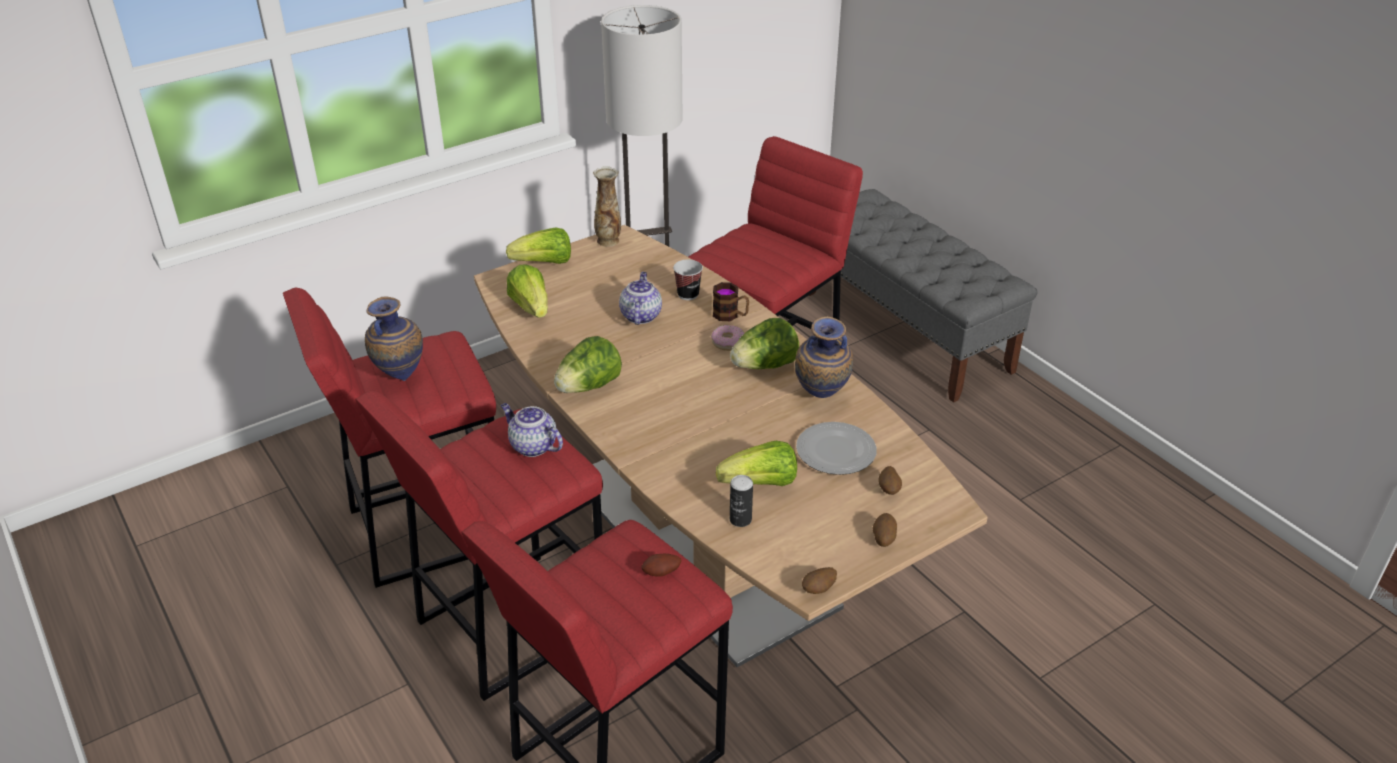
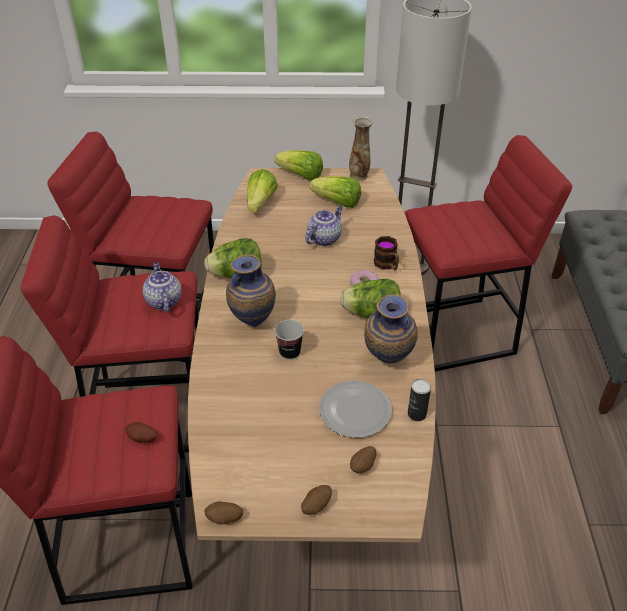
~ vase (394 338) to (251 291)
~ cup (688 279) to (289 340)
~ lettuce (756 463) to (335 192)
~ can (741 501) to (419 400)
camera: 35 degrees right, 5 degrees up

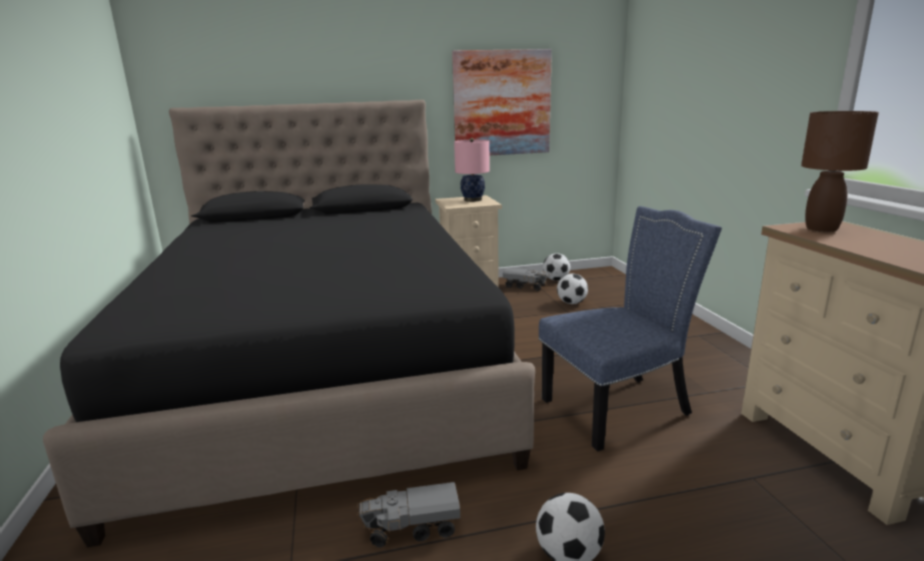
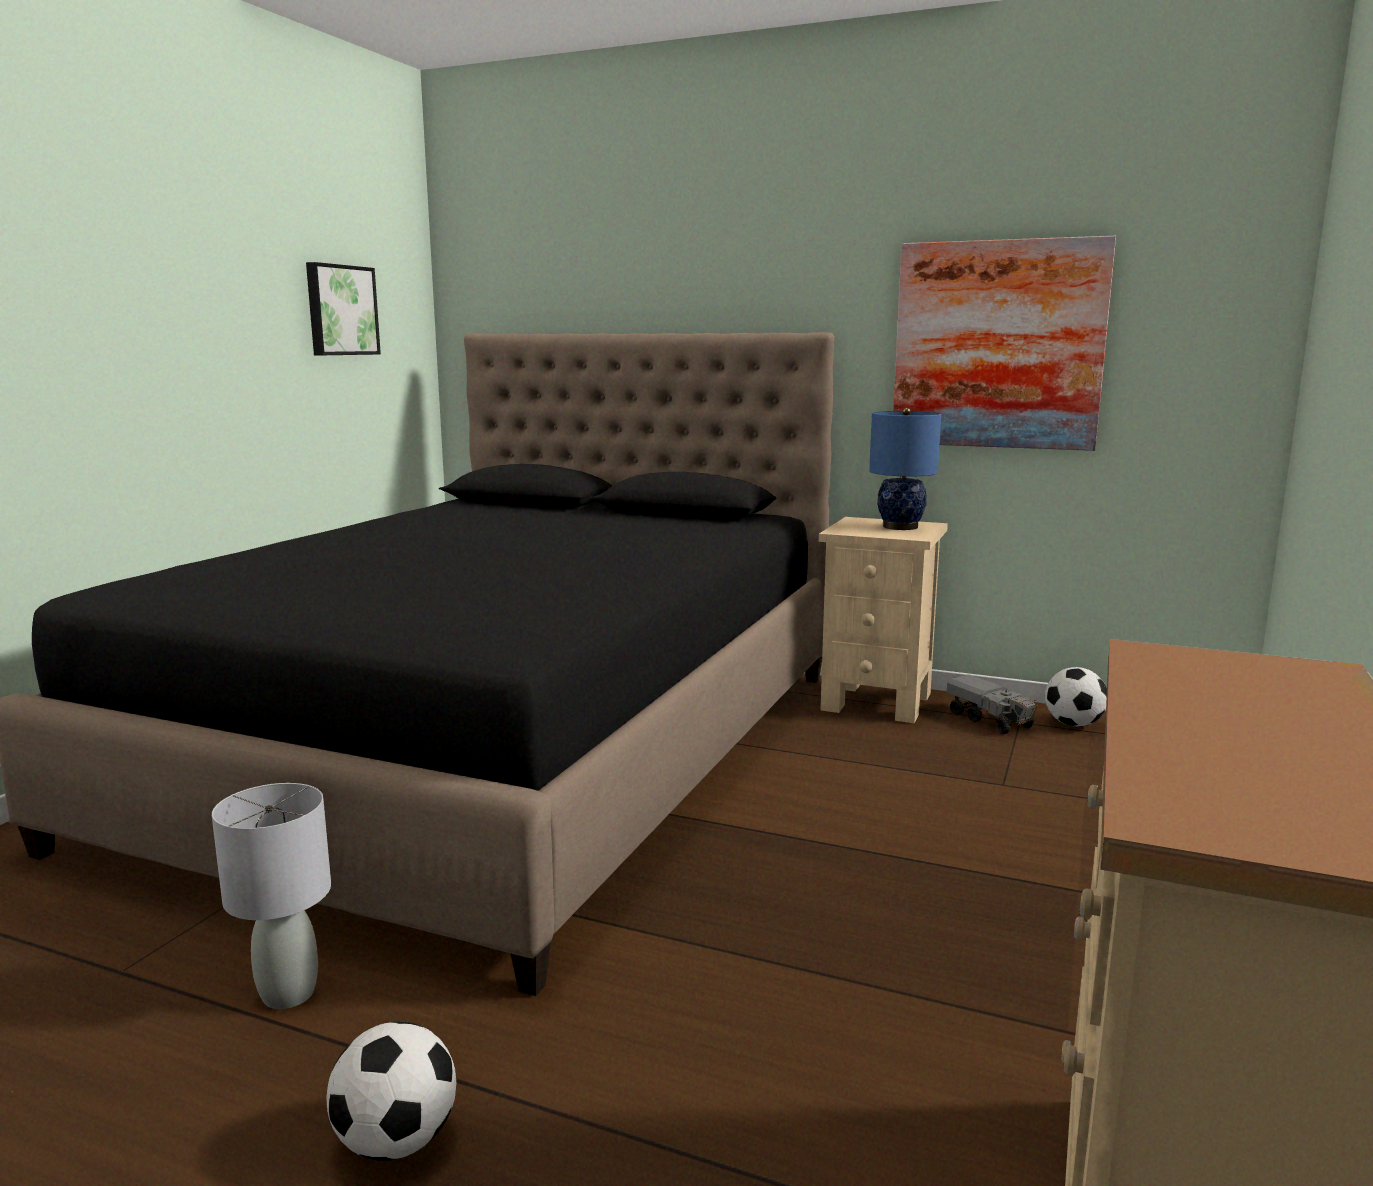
~ toy_truck (408 515) to grey_table_lamp (271 896)
+ picture (343 308)
~ pink_table_lamp (472 170) to blue_table_lamp (905 468)
- blue_chair (630 328)
- football (572 289)
- brown_table_lamp (840 171)
camera: 35 degrees right, 5 degrees down

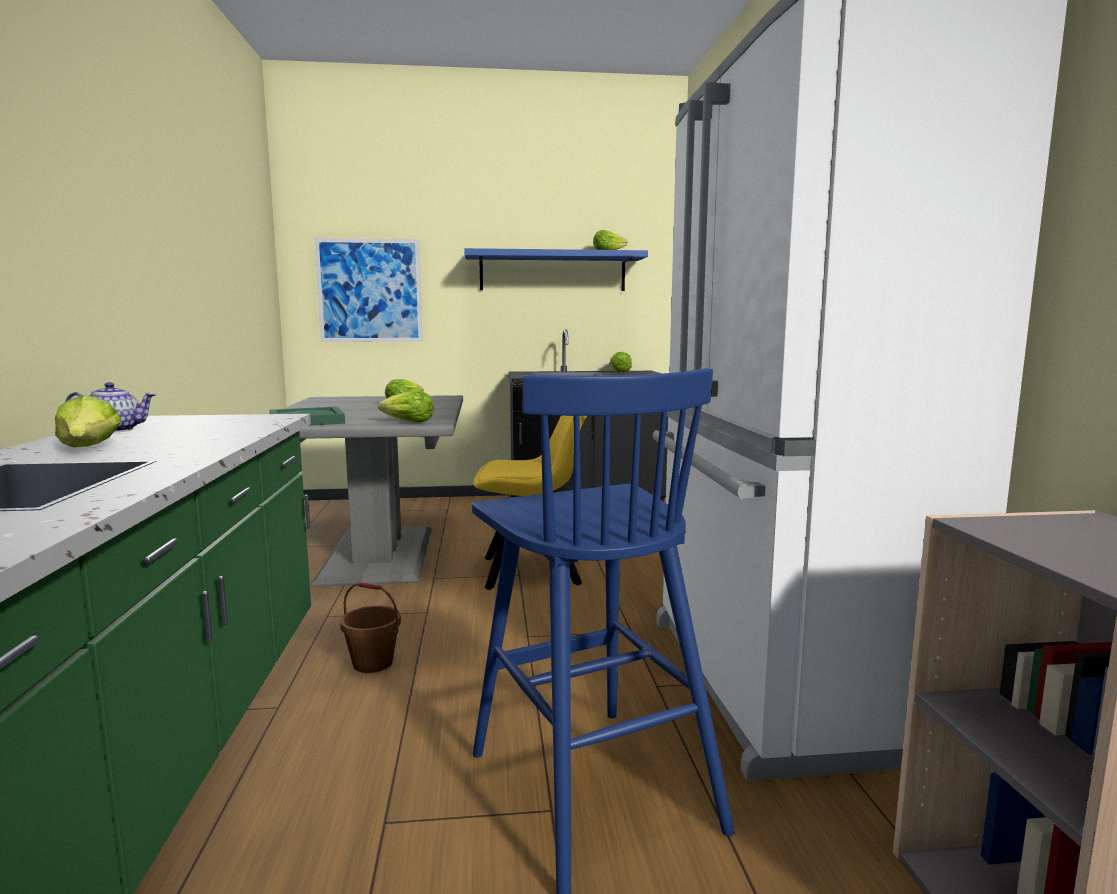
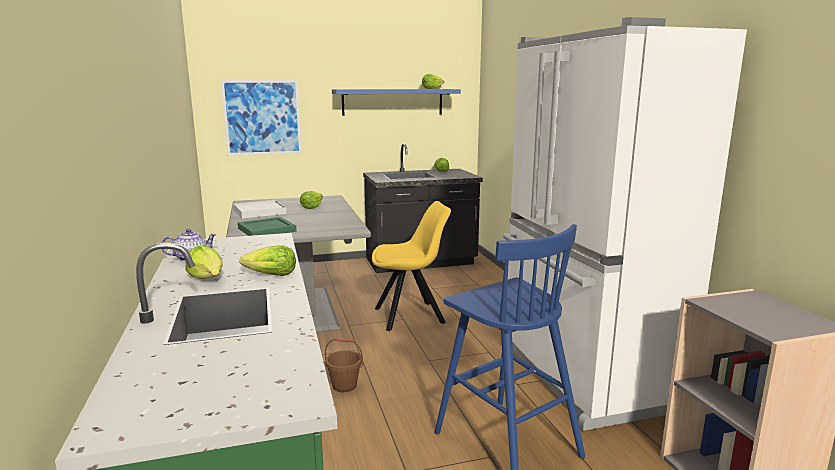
+ white_tray (259 209)
~ lettuce (406 406) to (267 260)
camera: 10 degrees left, 5 degrees up

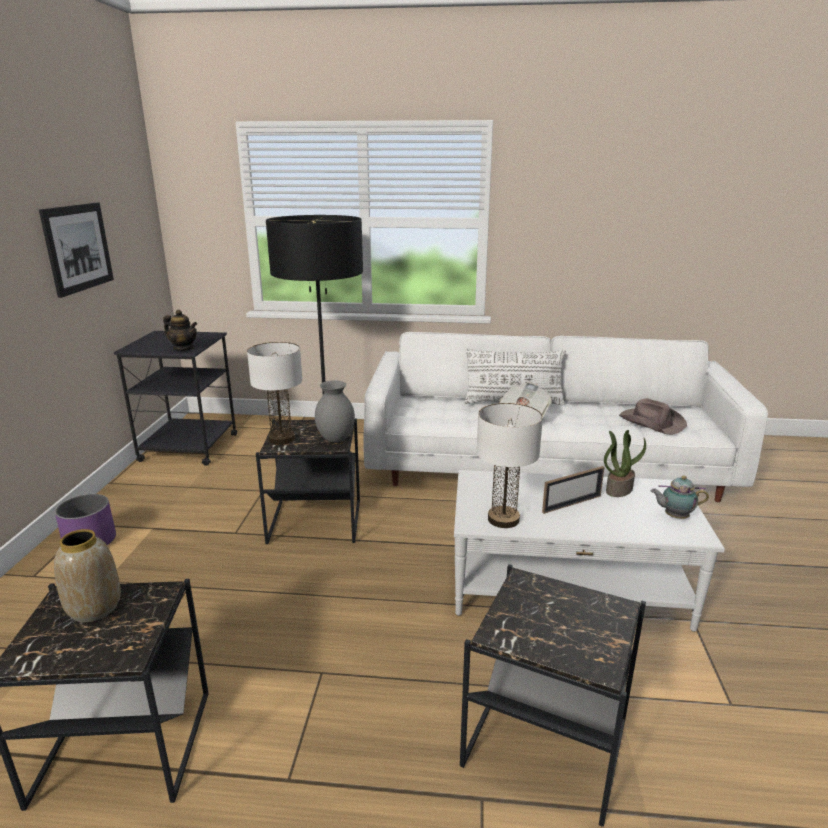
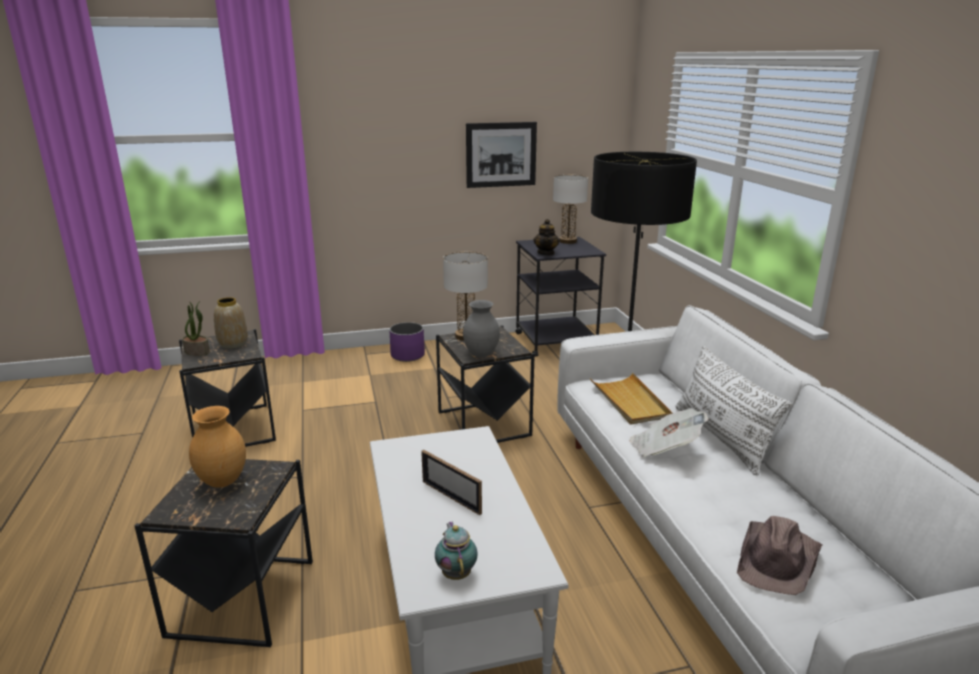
~ potted_plant (625 463) to (196 328)
+ brown_vase (217 447)
~ table_lamp (510 465) to (570 209)
+ beige_tray (631 399)
camera: 70 degrees right, 0 degrees up

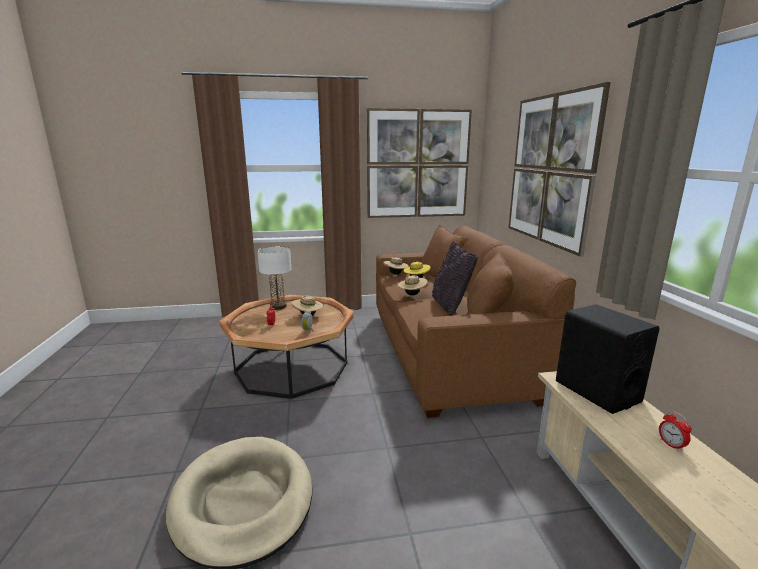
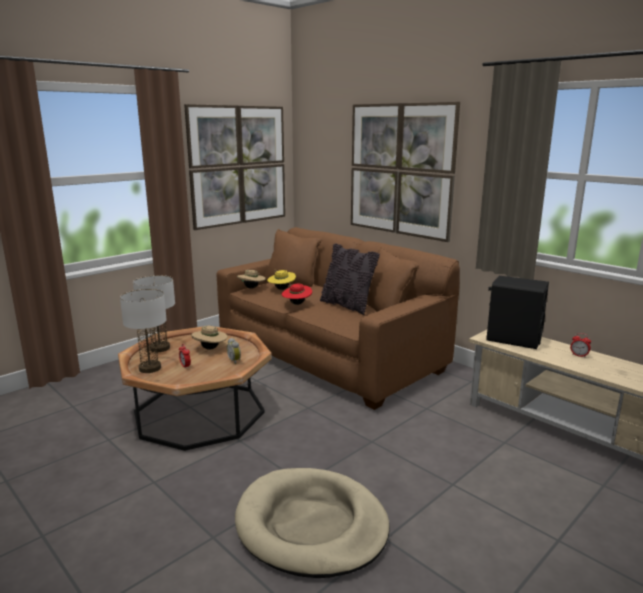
+ table_lamp (143 331)
~ beige_hat (412 285) to red_hat (297 294)
camera: 35 degrees left, 0 degrees up

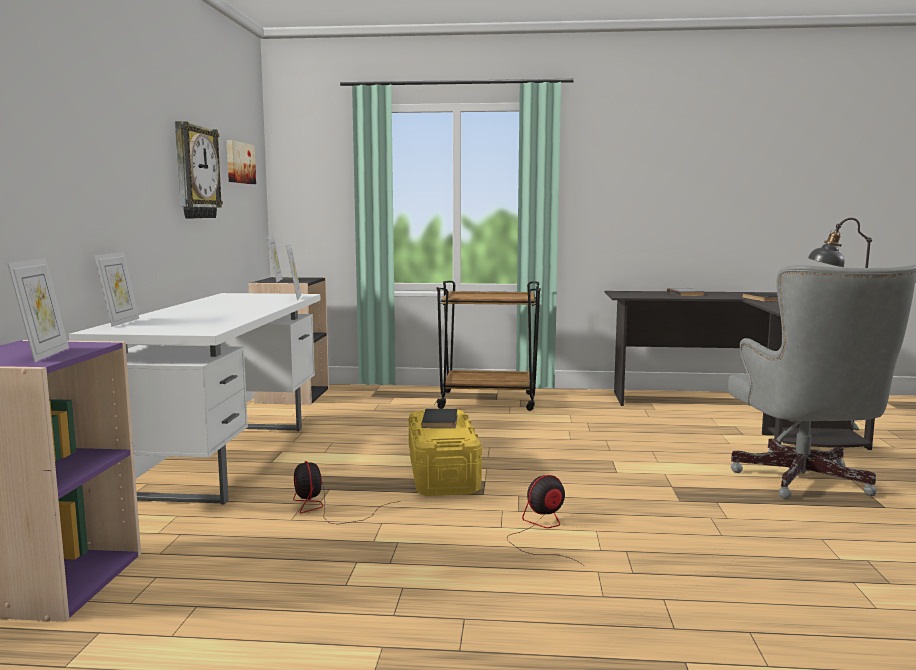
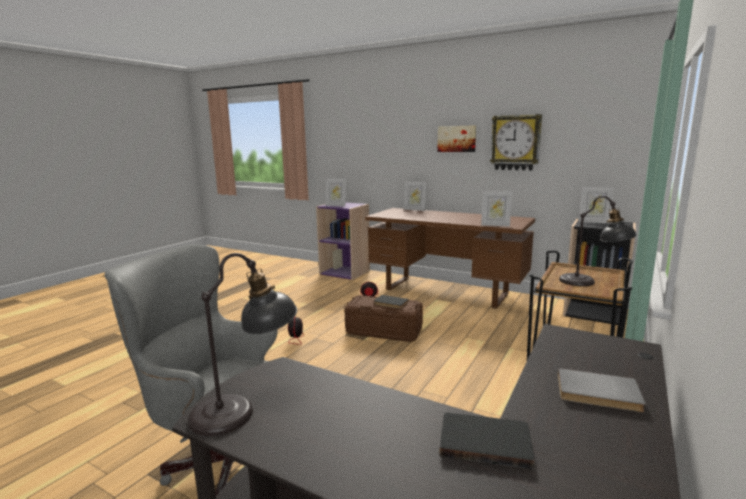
~ yellow_storage_box (445 453) to brown_storage_box (383 318)
~ white_desk (194 399) to brown_desk (450 258)
~ picture (241 162) to (457 138)
+ grey_table_lamp (598 241)
camera: 115 degrees right, 5 degrees up

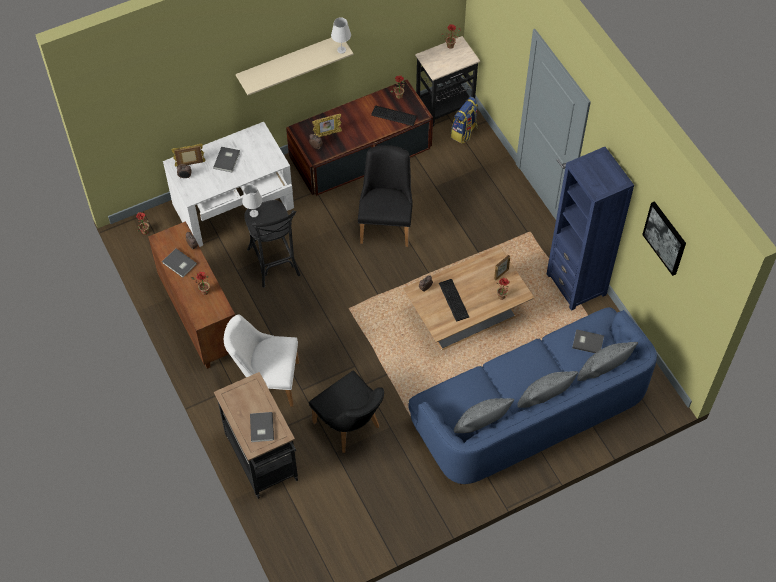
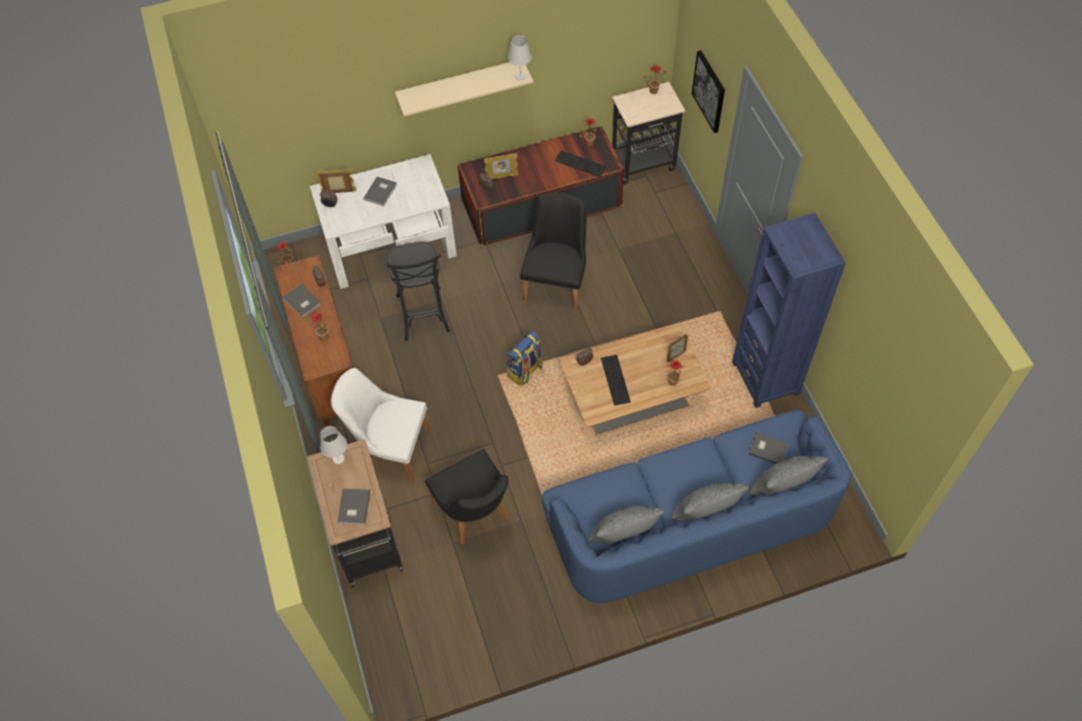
~ white_table_lamp (252 201) to (333 445)
~ backpack (464 120) to (524 358)
~ picture (664 238) to (708 91)
camera: 10 degrees right, 0 degrees up

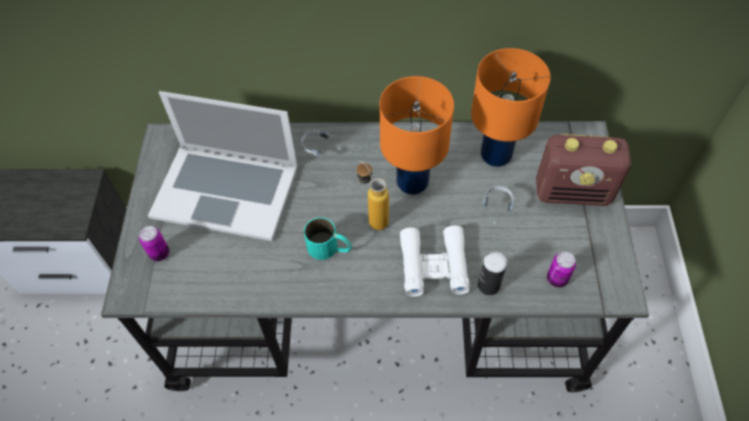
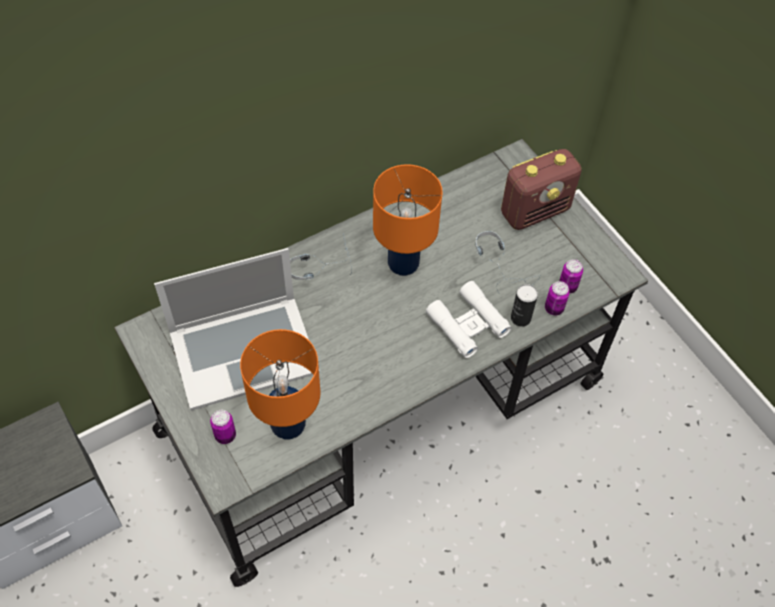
~ orange_table_lamp (510 107) to (280 384)
+ can (557 298)
- turquoise_mug (328 238)
- bottle (373 195)
camera: 35 degrees left, 0 degrees up

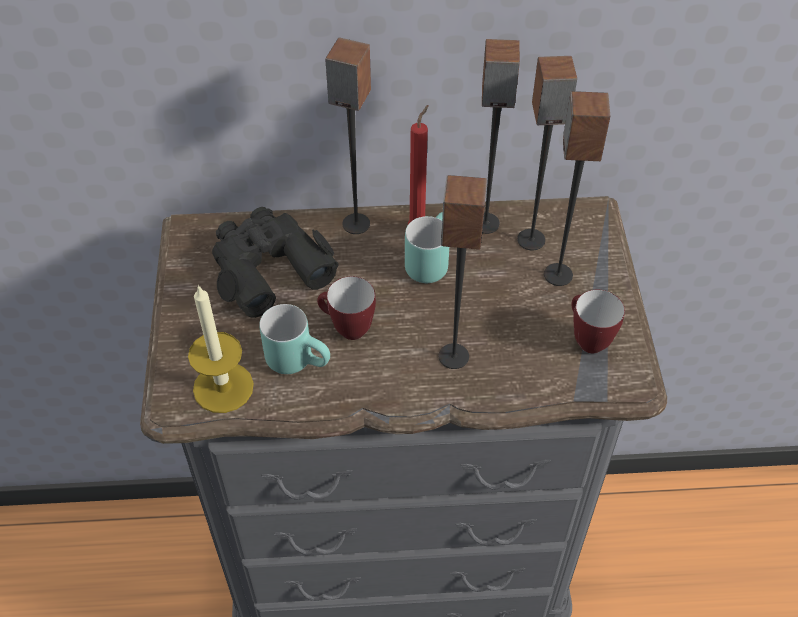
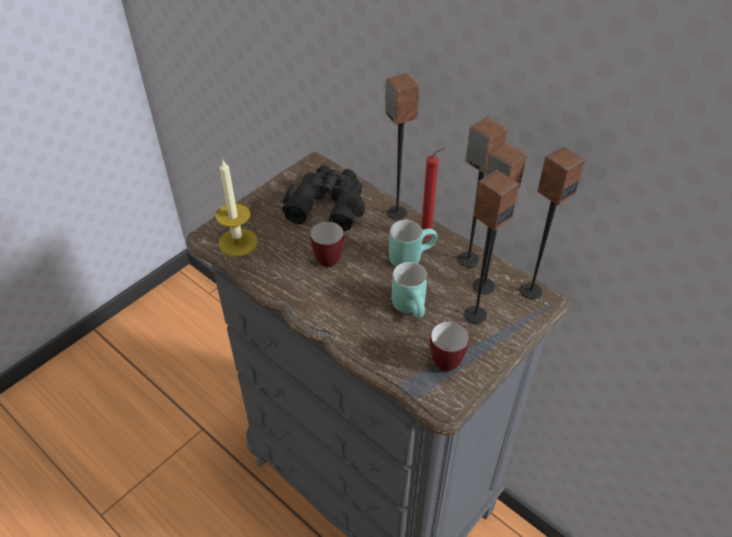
~ turquoise_mug (294 339) to (409 290)
~ speaker (463 272) to (552 223)
camera: 45 degrees right, 5 degrees down

